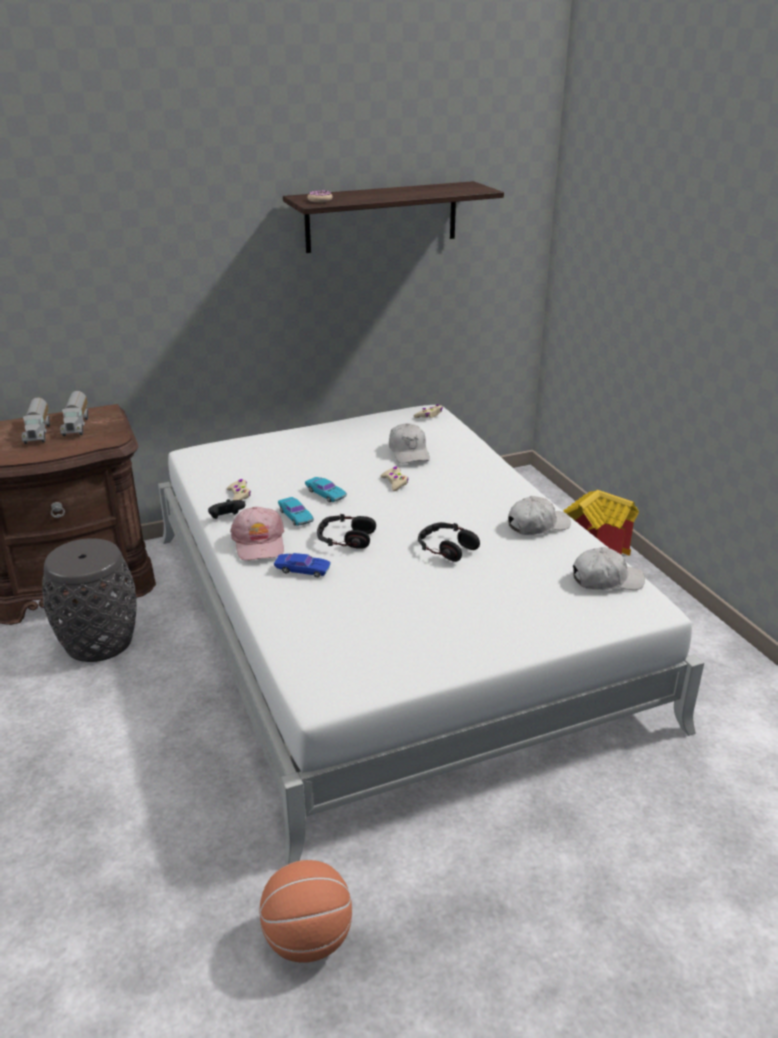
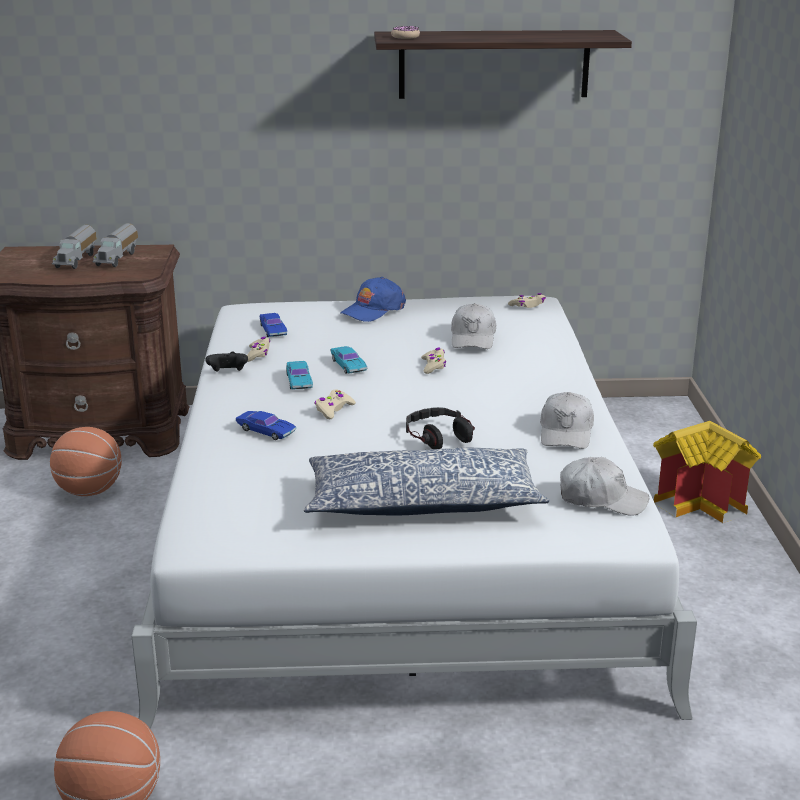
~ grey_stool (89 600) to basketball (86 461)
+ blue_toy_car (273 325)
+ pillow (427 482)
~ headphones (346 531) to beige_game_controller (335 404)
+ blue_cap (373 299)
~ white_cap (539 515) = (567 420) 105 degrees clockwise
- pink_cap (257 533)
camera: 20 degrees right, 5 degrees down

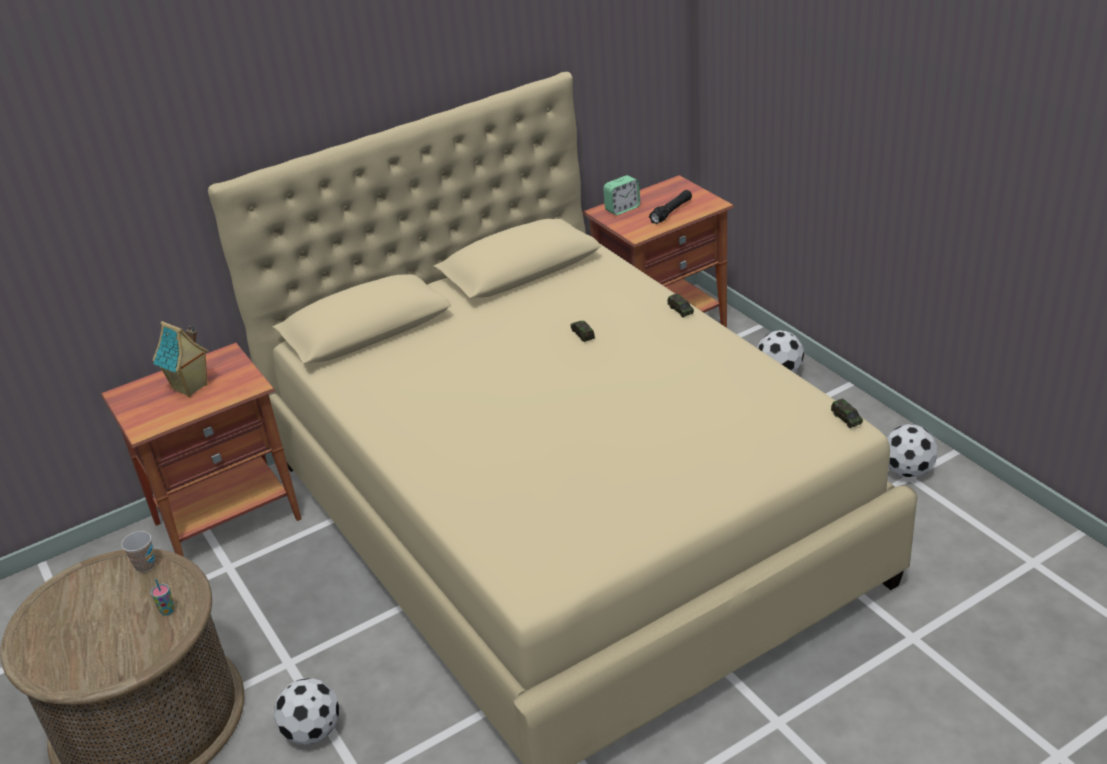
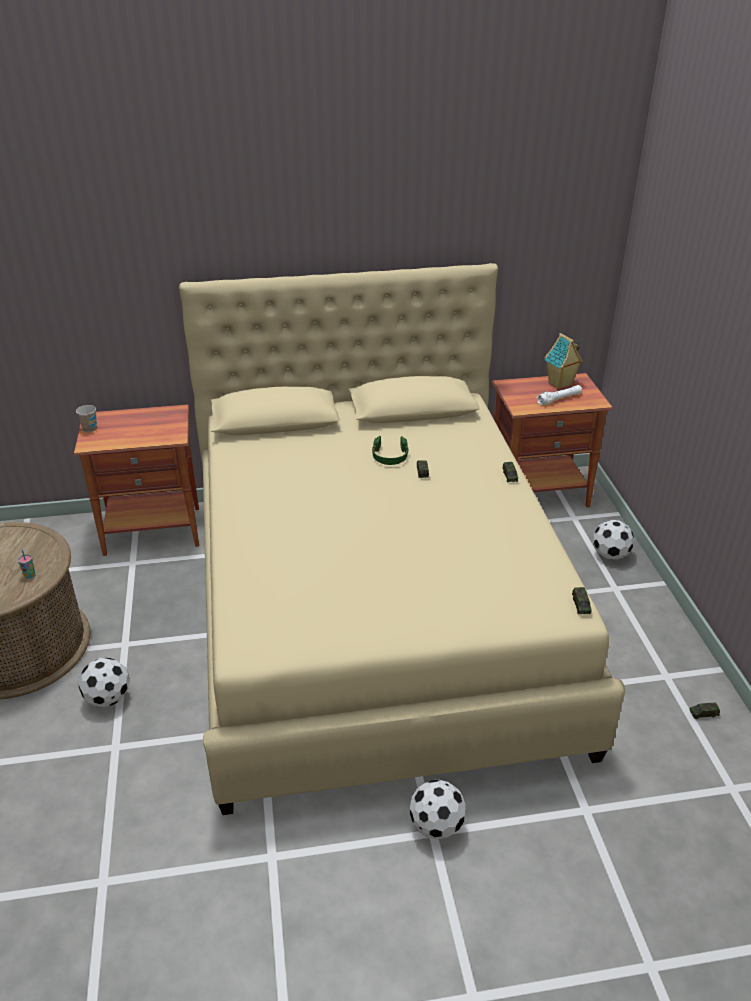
~ cup (138 551) to (86 418)
+ green_headphones (390 450)
~ football (912 450) to (438 809)
~ black_flashlight (670 207) to white_flashlight (559 395)
~ toy_house (180 359) to (564 361)
+ toy_car (704 711)
- alarm_clock (621 195)
camera: 20 degrees right, 0 degrees up

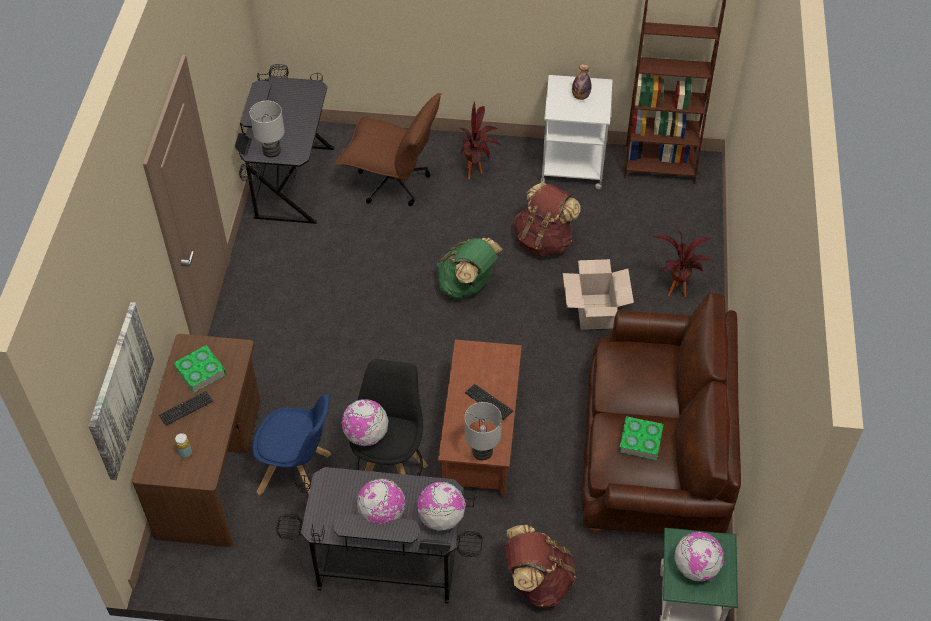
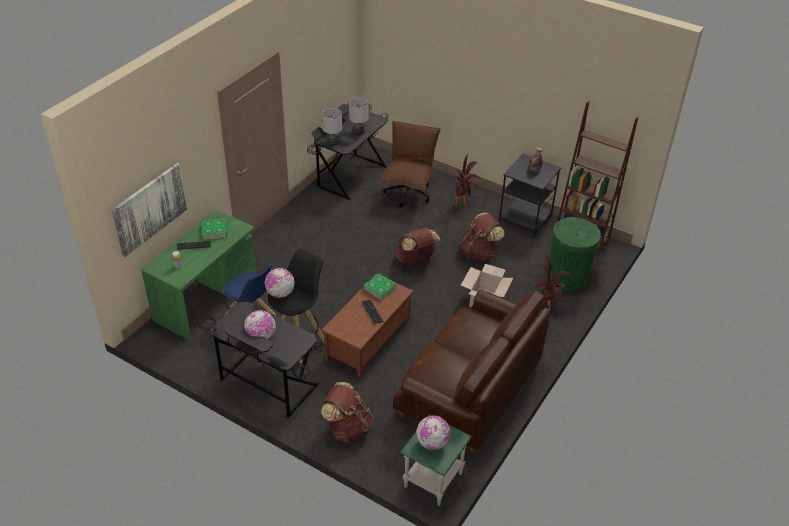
~ brown_desk (196 440) to green_desk (198 275)
~ grey_table_lamp (483 431) to (358 116)
~ book (641 438) to (379 286)
~ brown_office_chair (388 149) = (410 164) 120 degrees counterclockwise
~ green_backpack (469 268) to brown_backpack (417 246)
~ white_cart (577 132) to black_cart (530 196)
+ green_trash_can (575 254)
- globe (441 506)
camera: 25 degrees right, 10 degrees down

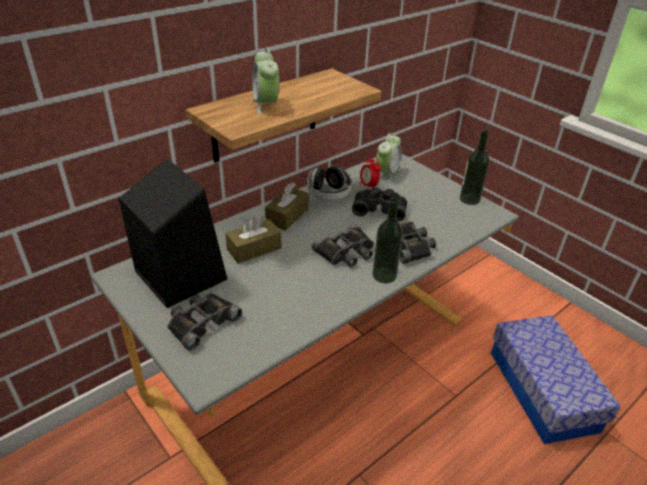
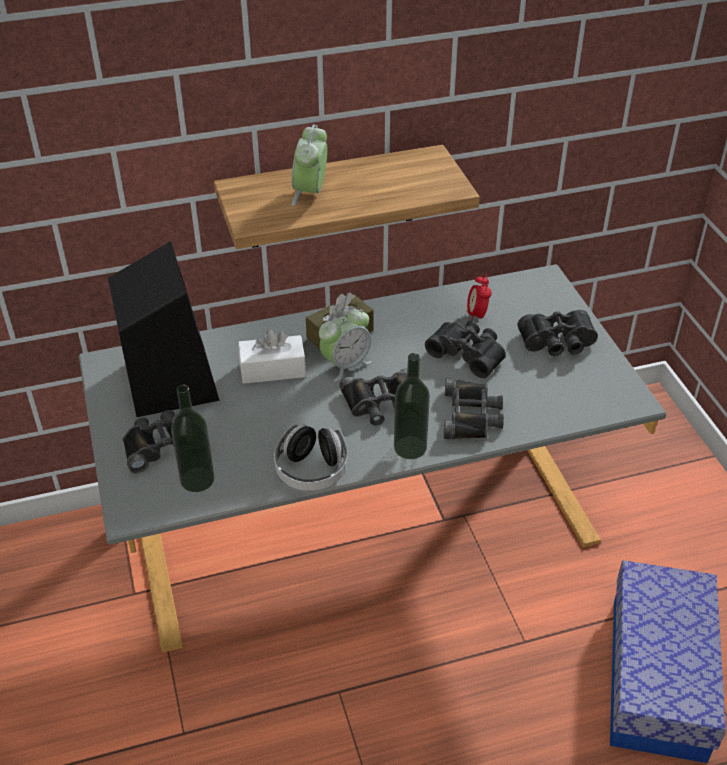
~ bottle (475 167) to (193 438)
~ brown_tissue_box (253 240) to white_tissue_box (272 356)
~ headphones (329 183) to (311 457)
~ alarm_clock (389 158) to (345 344)
+ black_binoculars (557 333)
camera: 25 degrees right, 5 degrees up

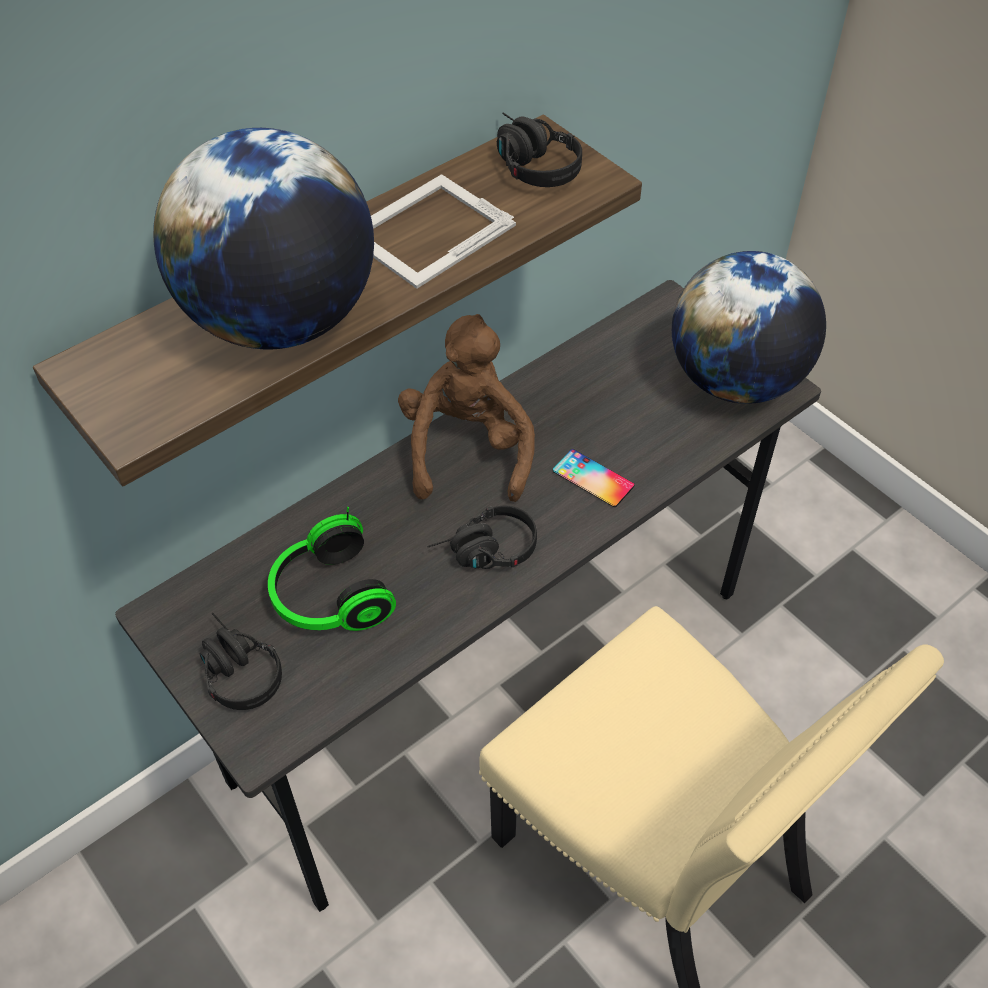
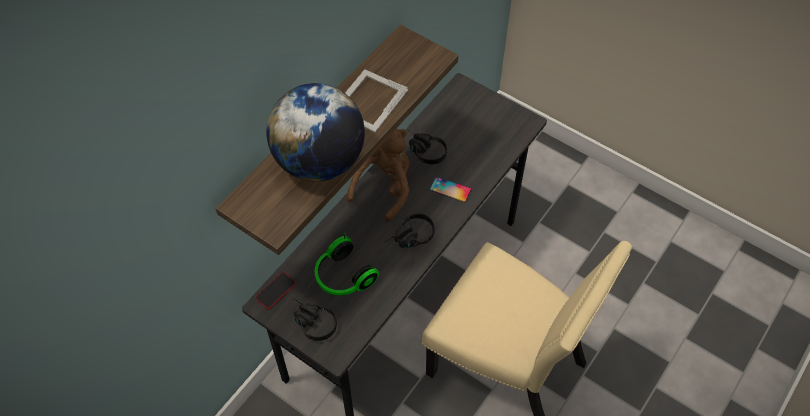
+ phone (275 290)
~ brown_plush_toy (466 408) = (377 175) 45 degrees clockwise
~ black_headphones (539 150) to (427 147)
- globe (749 327)
camera: 15 degrees left, 5 degrees up

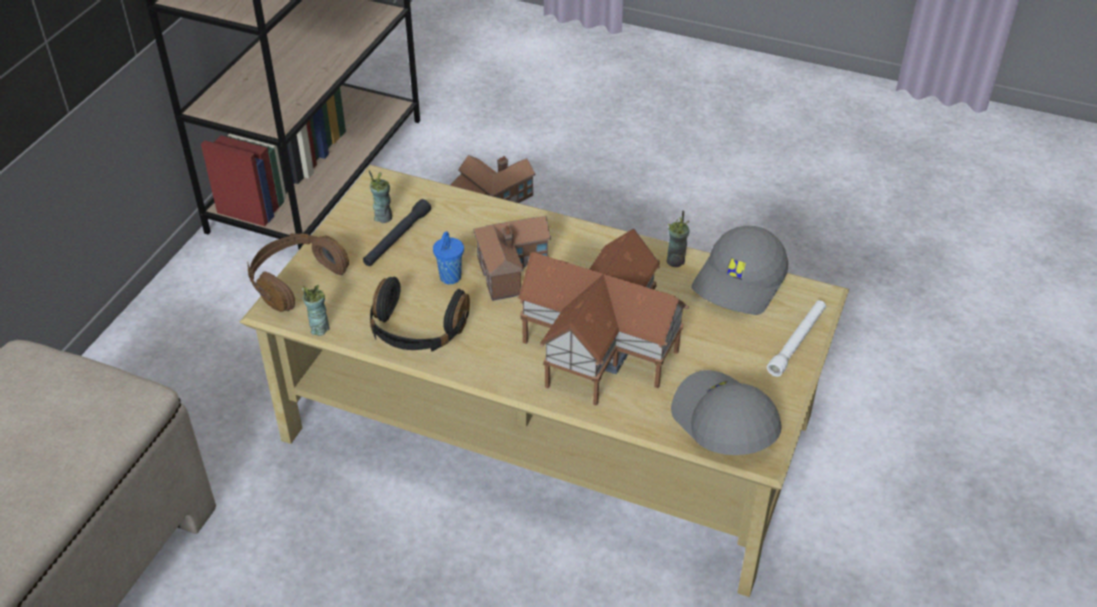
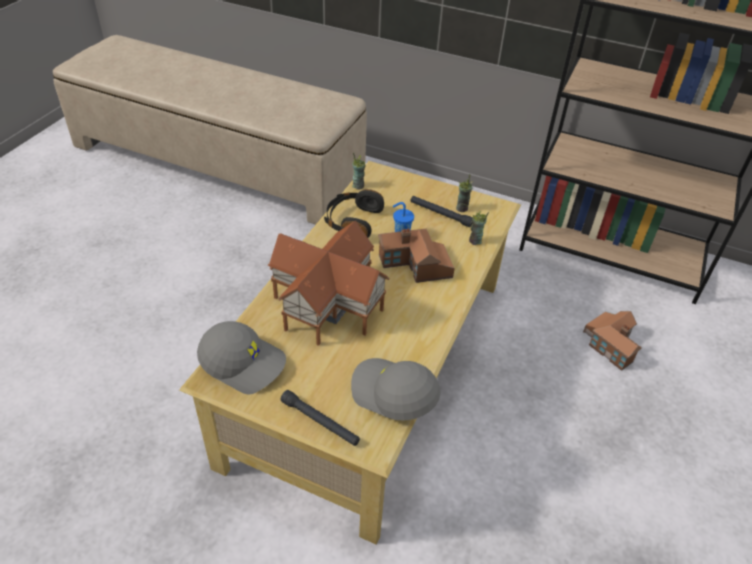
~ grey_cap (726 412) = (241 357) 45 degrees clockwise
~ white_flashlight (796 338) to black_flashlight (320 418)
~ cup (678 238) to (479 228)
- brown_headphones (298 272)
camera: 90 degrees right, 0 degrees up

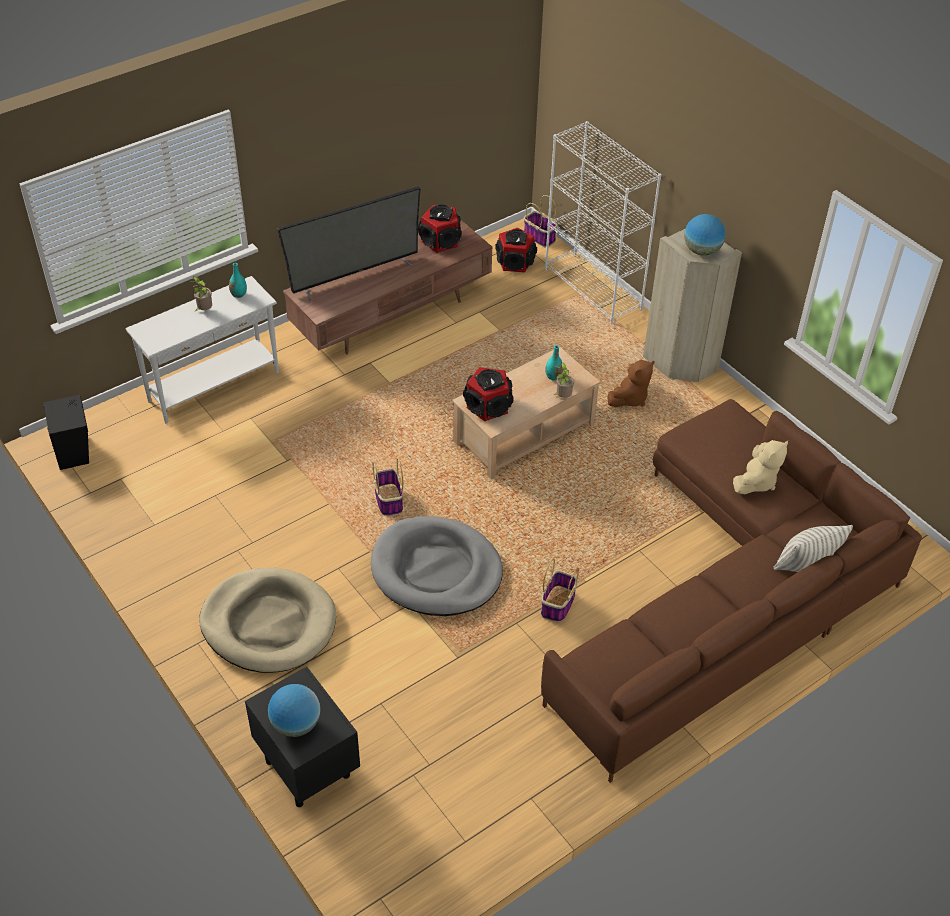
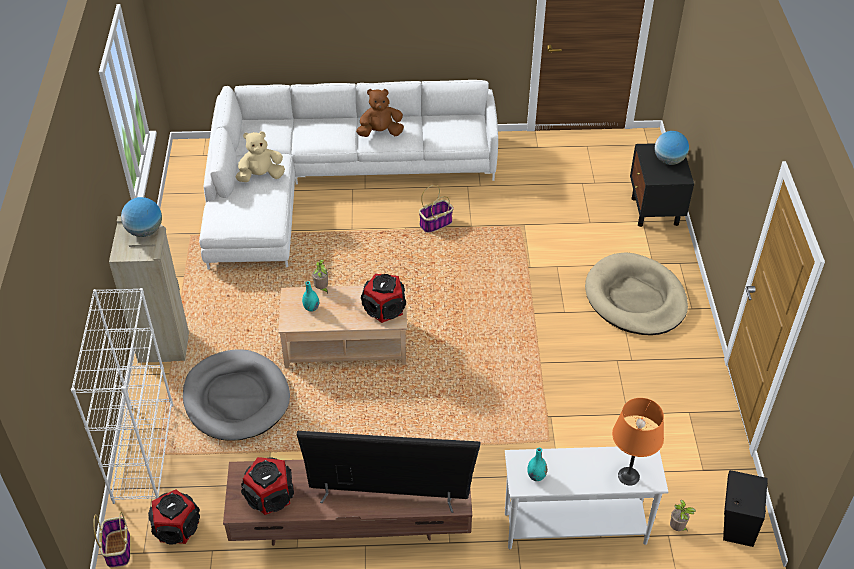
~ grey_dog_bed (437 566) to (236 395)
~ brown_sofa (731 591) to white_sofa (348 174)
~ brown_plush_toy (630 383) to (380 113)
+ orange_table_lamp (638 441)
~ potted_plant (202 293) to (683 515)
- basket (388 487)
- pillow (813 548)
camera: 145 degrees left, 0 degrees up

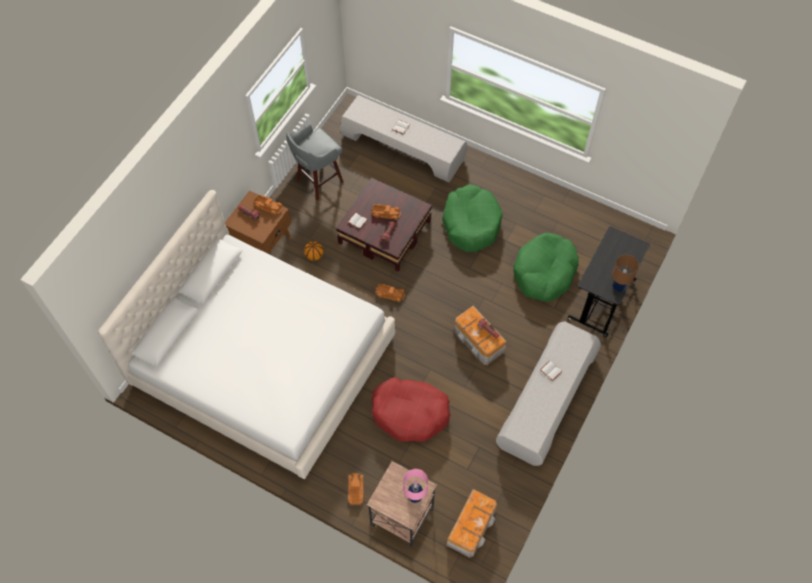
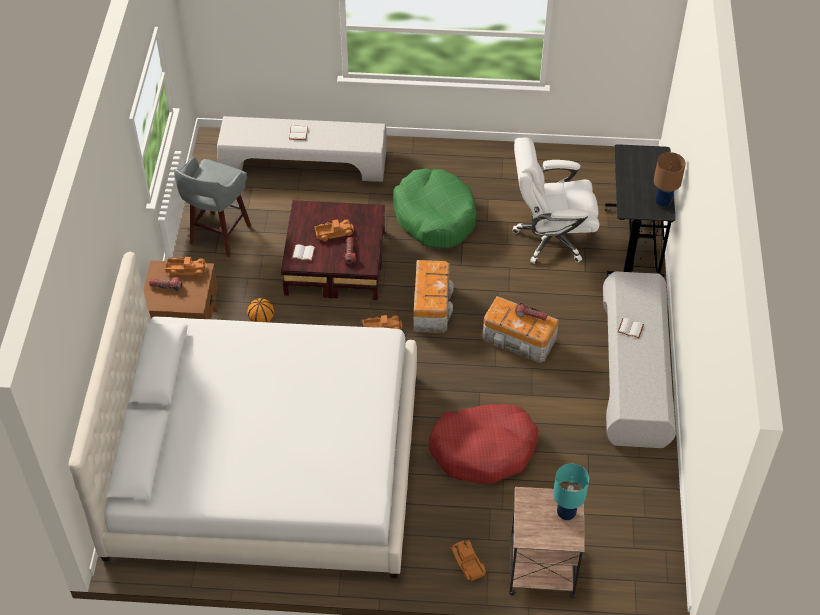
~ storage_box (472 523) to (434 296)
~ green_dog_bed (546 267) to white_office_chair (555 200)
~ pink_table_lamp (415 486) to turquoise_table_lamp (571 492)
camera: 25 degrees left, 10 degrees down

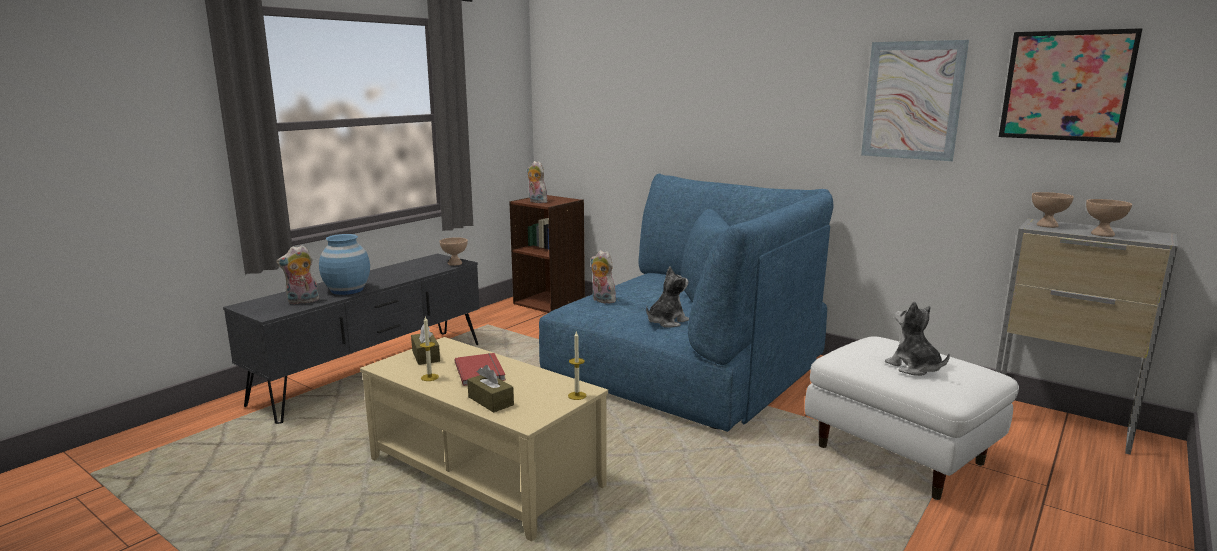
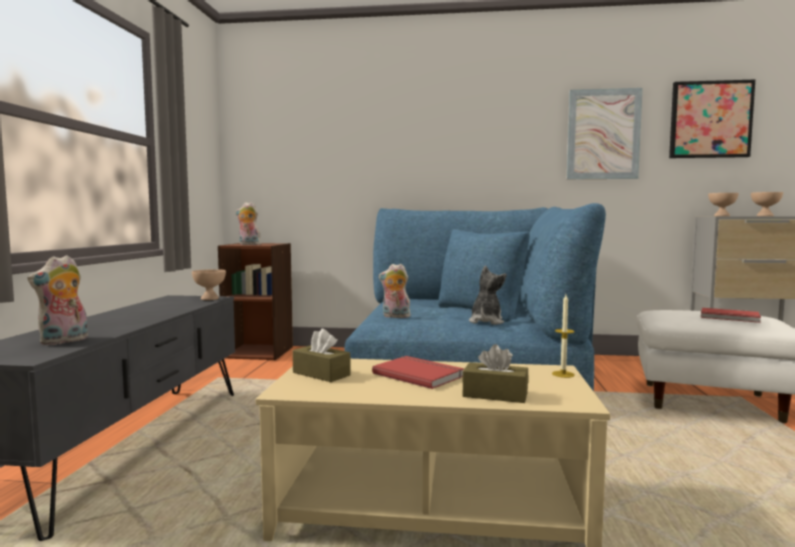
~ plush_toy (917 338) to red_book (731 315)
- blue_vase (344 264)
- candle (429 349)
camera: 30 degrees left, 10 degrees down

